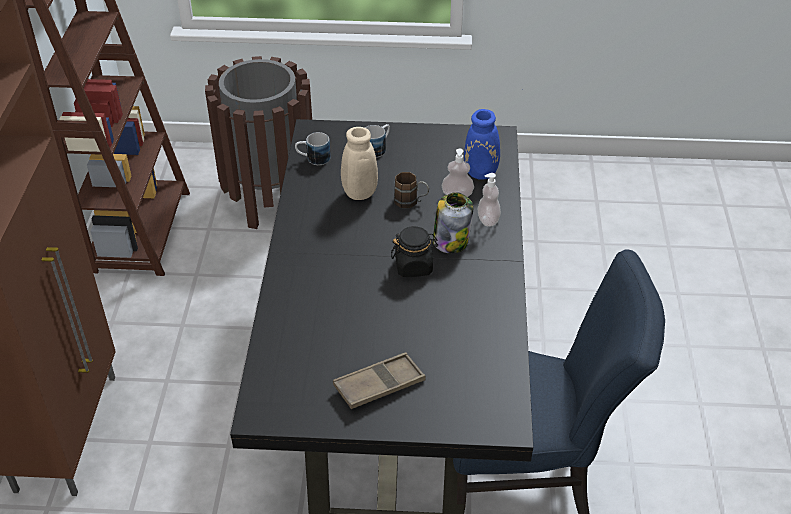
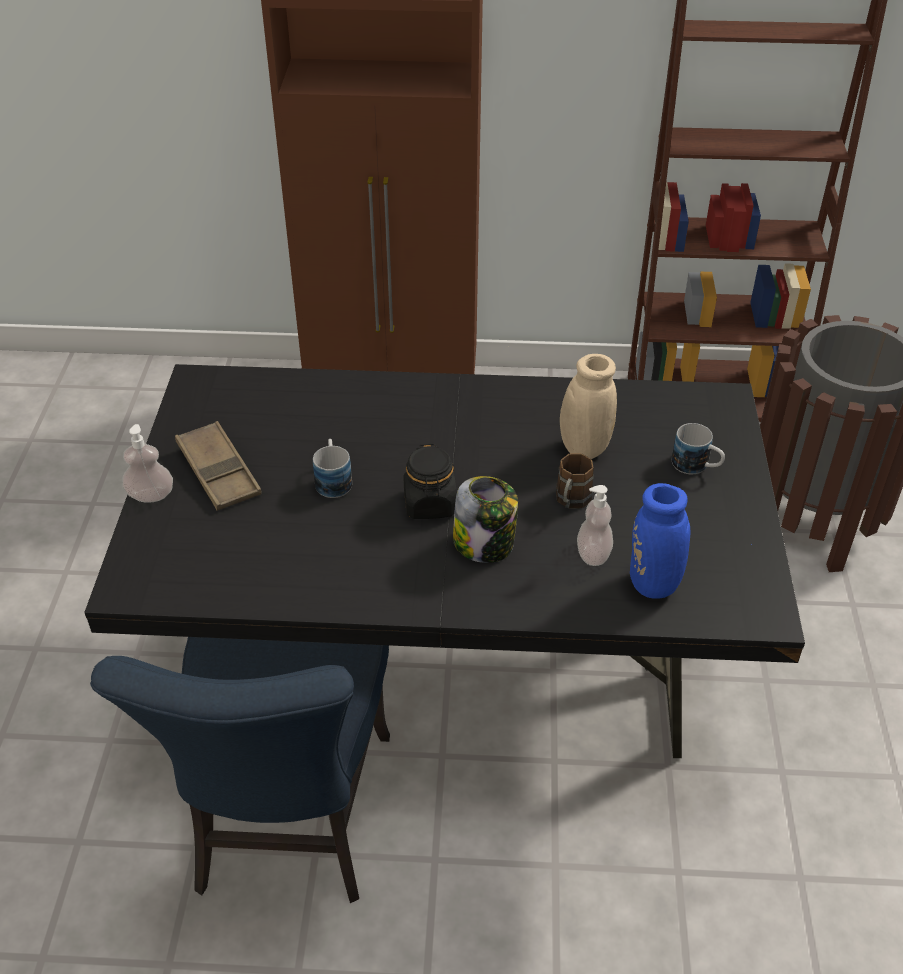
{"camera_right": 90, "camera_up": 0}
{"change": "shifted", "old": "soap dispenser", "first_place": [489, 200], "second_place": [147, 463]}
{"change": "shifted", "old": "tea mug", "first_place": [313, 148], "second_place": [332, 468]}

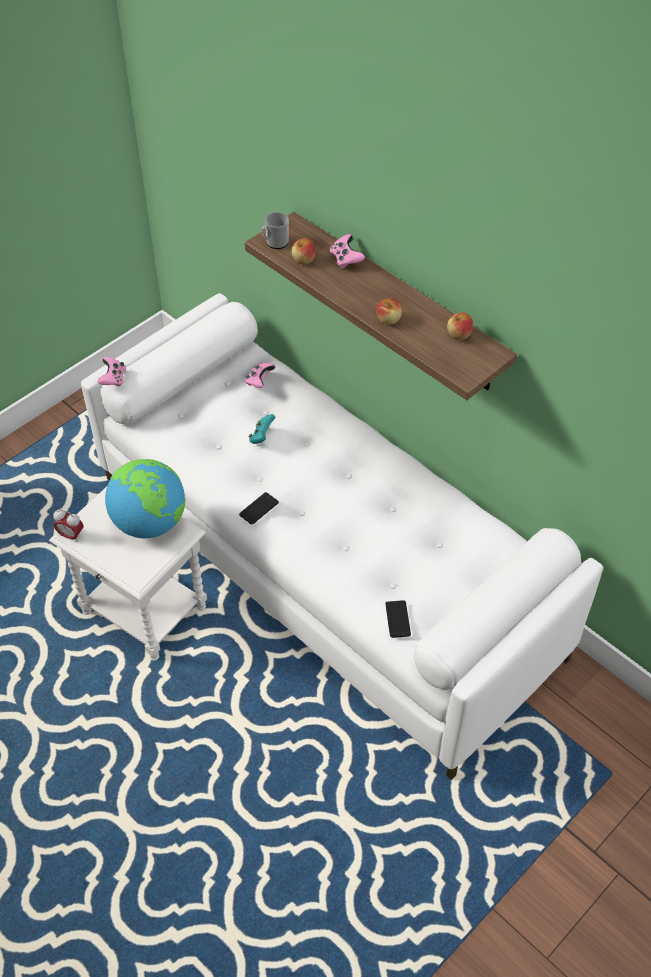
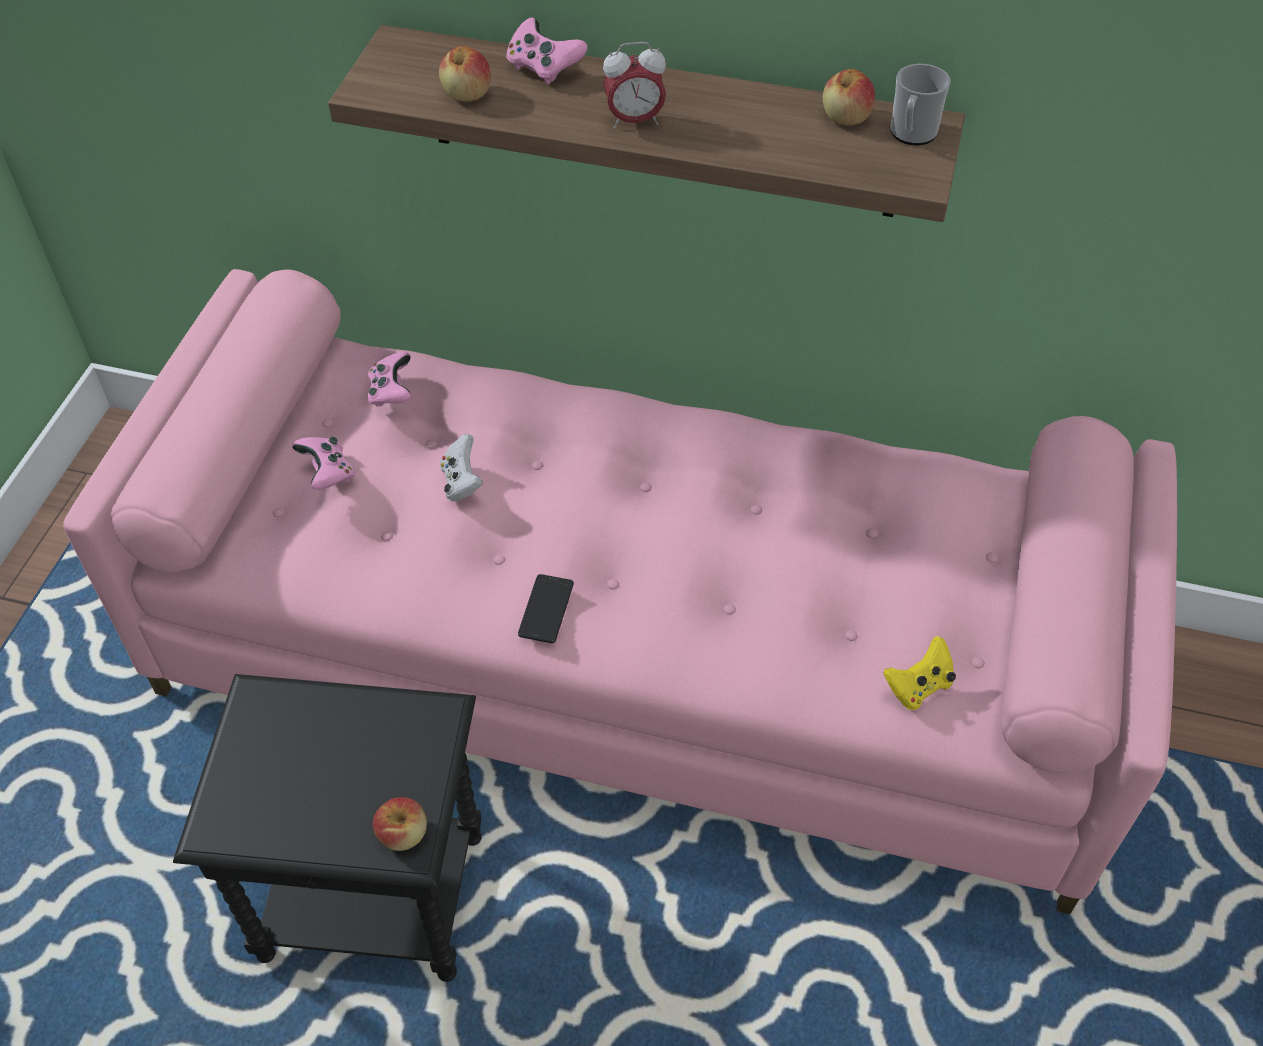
{"camera_right": -30, "camera_up": 0}
{"change": "repainted", "old": "white-coloured couch", "new": "pinkish couch", "first_place": [342, 536], "second_place": [620, 591]}
{"change": "repainted", "old": "white-coloured side table", "new": "blackish side table", "first_place": [128, 574], "second_place": [327, 828]}
{"change": "shifted", "old": "pinkish joypad", "first_place": [111, 371], "second_place": [323, 463]}
{"change": "shifted", "old": "whole apple", "first_place": [389, 311], "second_place": [400, 824]}
{"change": "repainted", "old": "turquoise joypad", "new": "white-coloured joypad", "first_place": [262, 429], "second_place": [461, 467]}
{"change": "shifted", "old": "bedside clock", "first_place": [68, 525], "second_place": [634, 85]}
{"change": "swapped", "old": "telephone", "new": "yellow joypad", "first_place": [398, 619], "second_place": [919, 673]}
{"change": "shifted", "old": "tea mug", "first_place": [275, 230], "second_place": [920, 104]}
{"change": "gone", "old": "world globe", "first_place": [145, 498]}

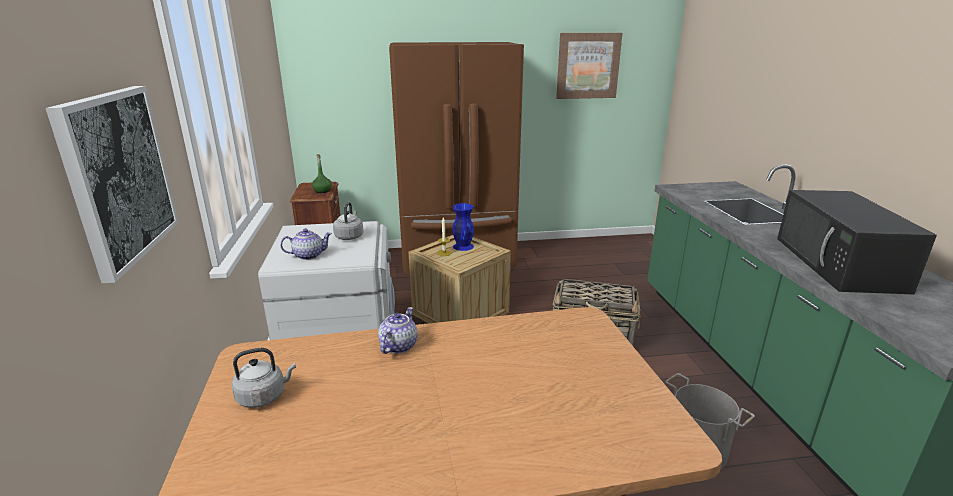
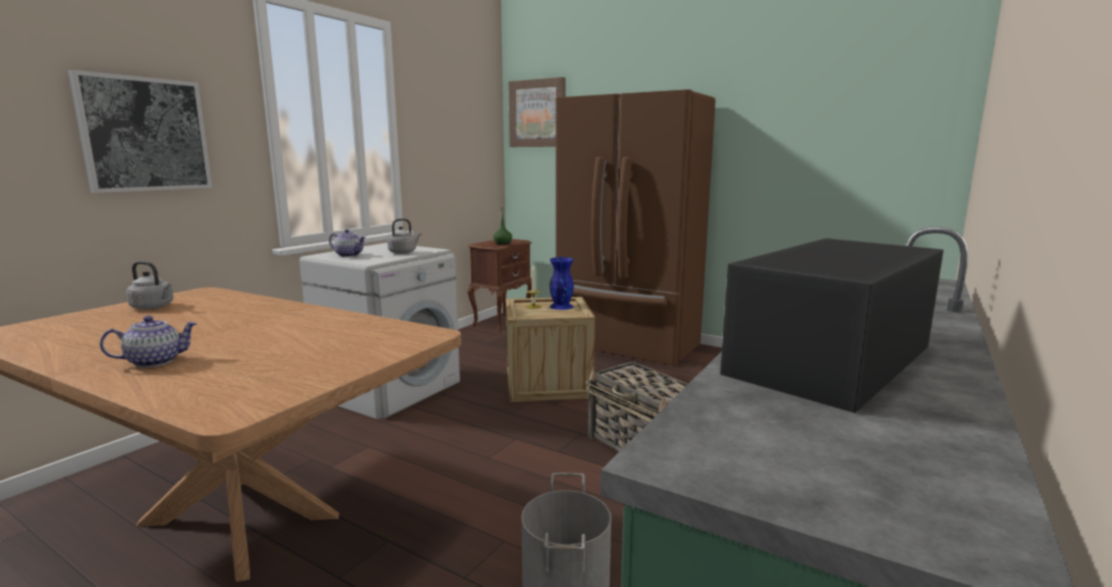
{"camera_right": 40, "camera_up": -10}
{"change": "shifted", "old": "pot for tea", "first_place": [398, 330], "second_place": [148, 342]}
{"change": "shifted", "old": "wall art", "first_place": [589, 66], "second_place": [537, 112]}

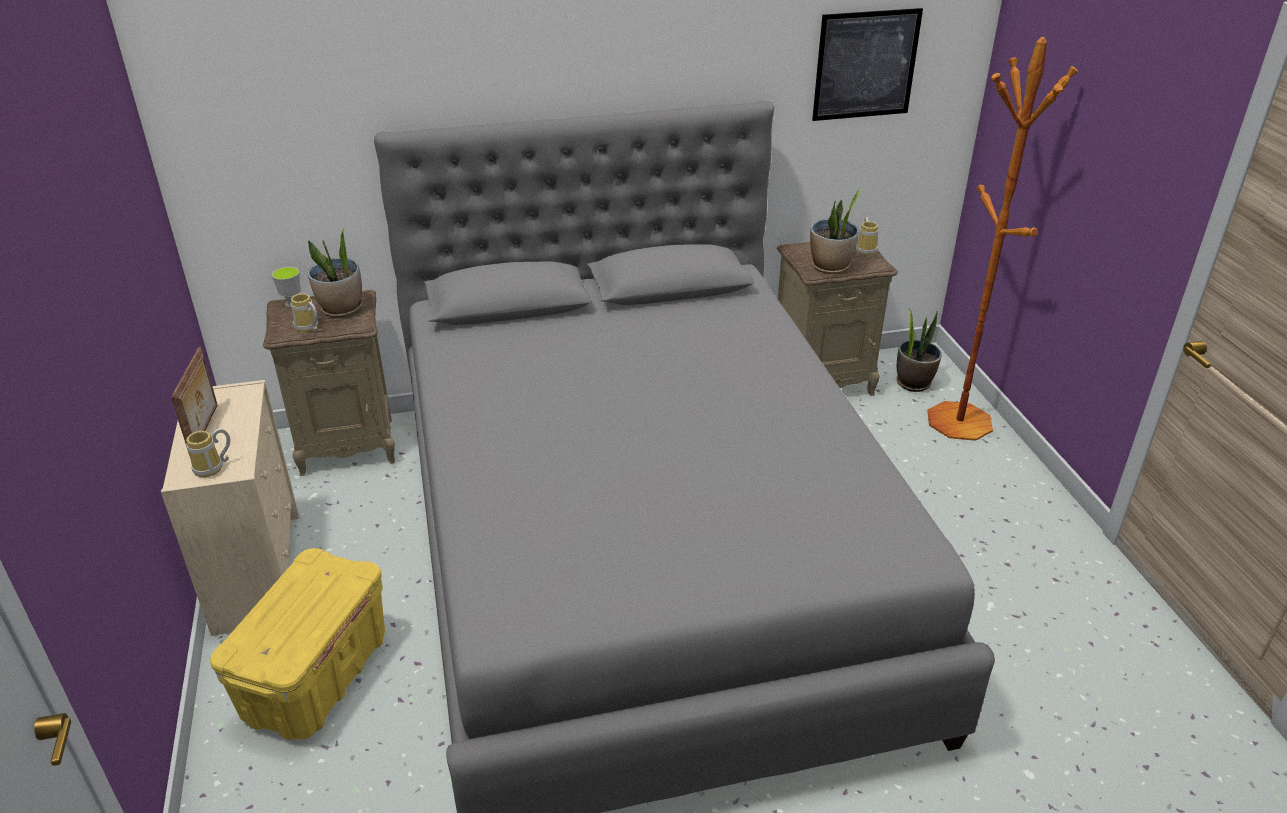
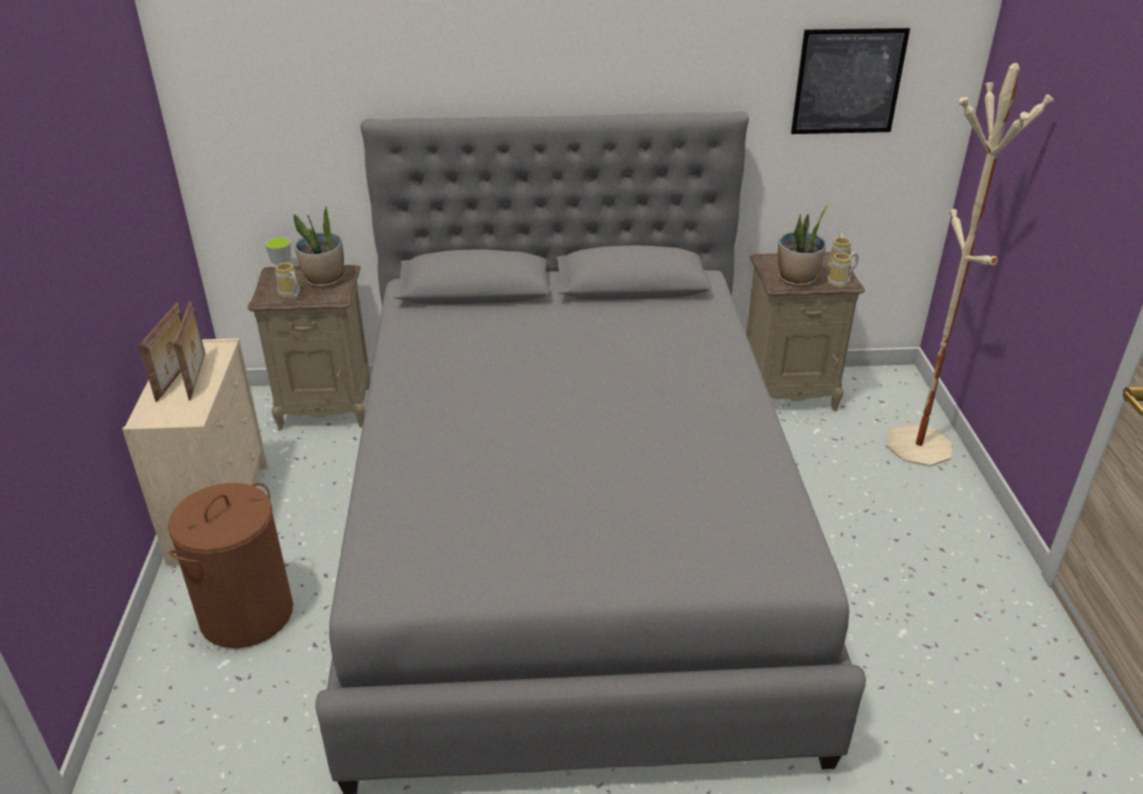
{"camera_right": 10, "camera_up": 0}
{"change": "swapped", "old": "yellow storage container", "new": "brown hamper", "first_place": [297, 644], "second_place": [230, 565]}
{"change": "new", "new": "picture frame", "second_place": [189, 350]}
{"change": "shifted", "old": "tea mug", "first_place": [208, 452], "second_place": [843, 270]}
{"change": "repainted", "old": "orange-coloured garment stand", "new": "beige-coloured garment stand", "first_place": [1003, 239], "second_place": [970, 265]}
{"change": "gone", "old": "houseplant", "first_place": [919, 350]}

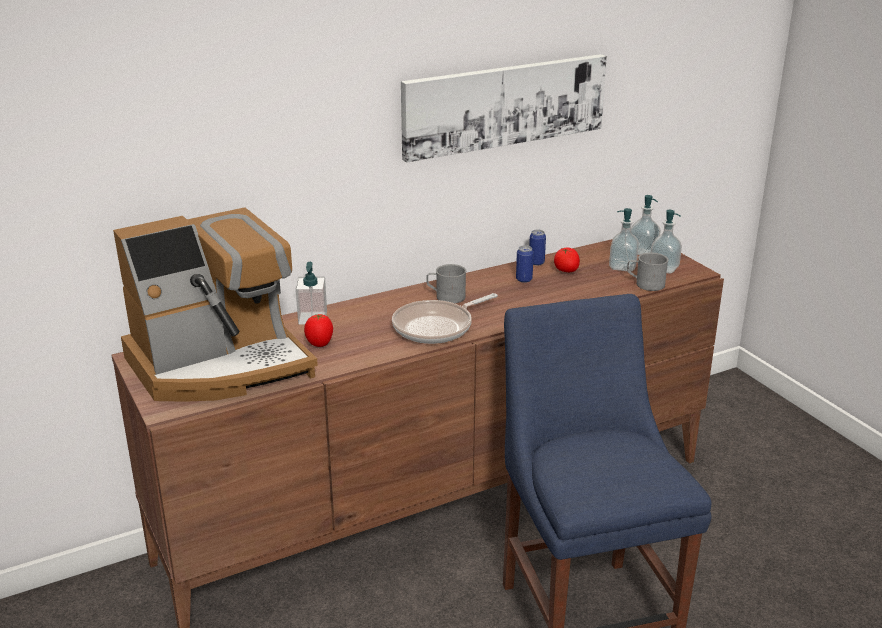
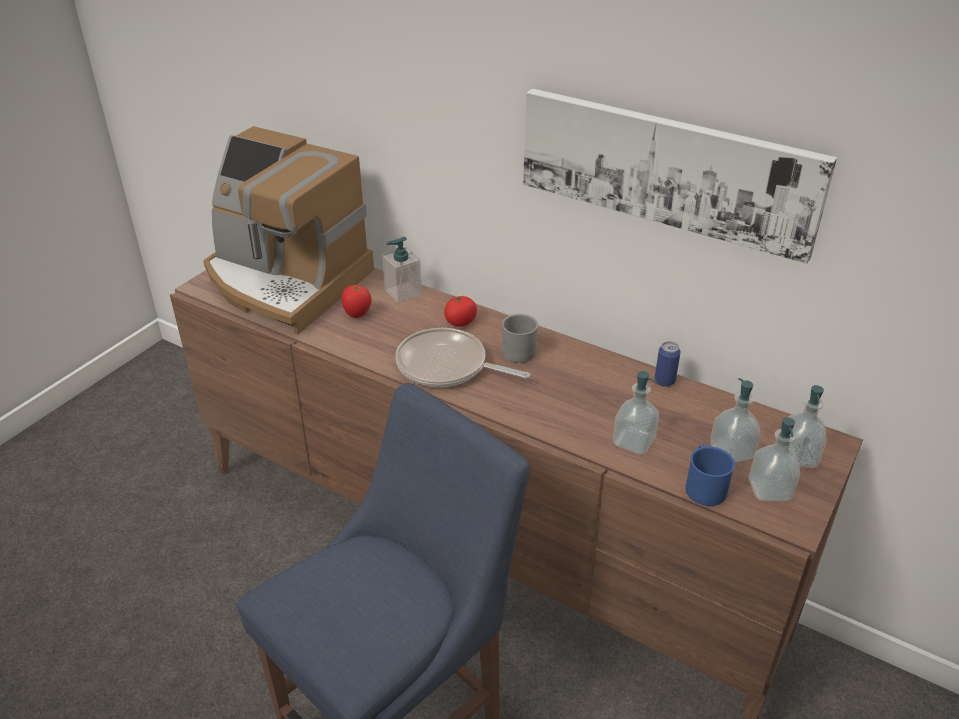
{"camera_right": 60, "camera_up": 10}
{"change": "shifted", "old": "whole tomato", "first_place": [567, 260], "second_place": [460, 311]}
{"change": "new", "new": "soap dispenser", "second_place": [636, 413]}
{"change": "repainted", "old": "gray tea mug", "new": "blue-coloured tea mug", "first_place": [648, 271], "second_place": [710, 475]}
{"change": "gone", "old": "can", "first_place": [525, 264]}

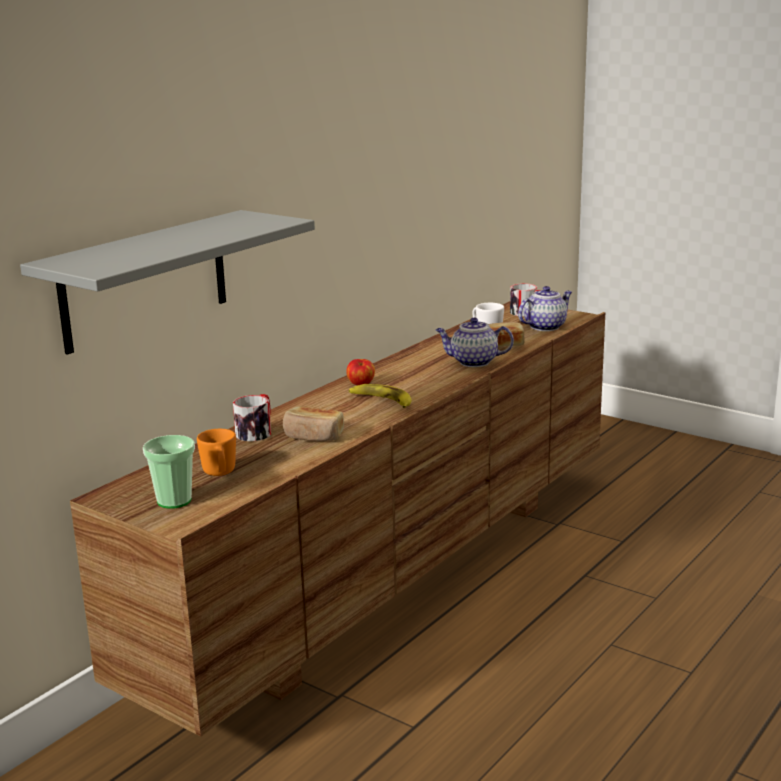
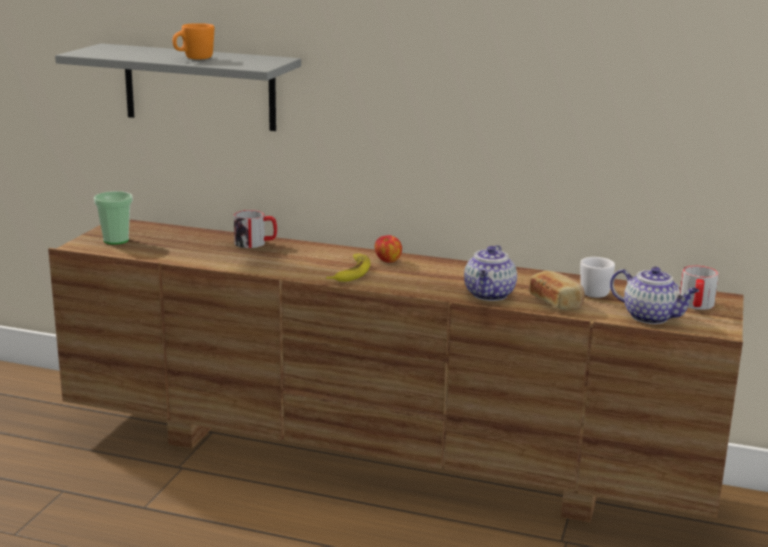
{"camera_right": 70, "camera_up": 0}
{"change": "shifted", "old": "orange-coloured tea mug", "first_place": [216, 452], "second_place": [193, 41]}
{"change": "rotated", "old": "pot for tea", "first_place": [475, 342], "second_place": [490, 273], "degrees": -150}
{"change": "gone", "old": "bakery bread", "first_place": [313, 423]}

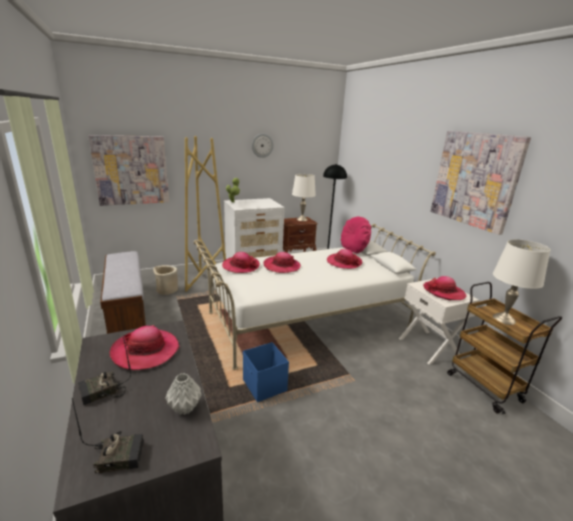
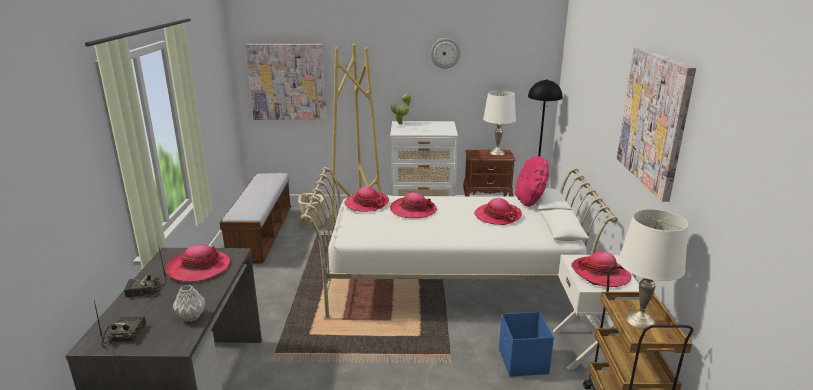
{"camera_right": 25, "camera_up": 0}
{"change": "rotated", "old": "radio", "first_place": [108, 436], "second_place": [120, 324], "degrees": -105}
{"change": "shifted", "old": "blue-coloured storage container", "first_place": [266, 372], "second_place": [526, 344]}

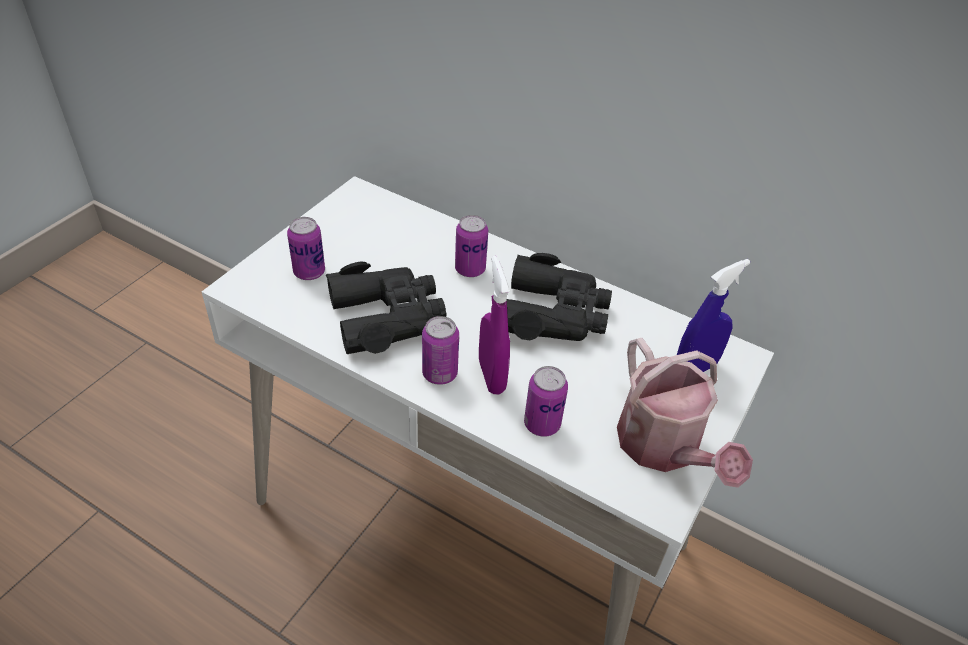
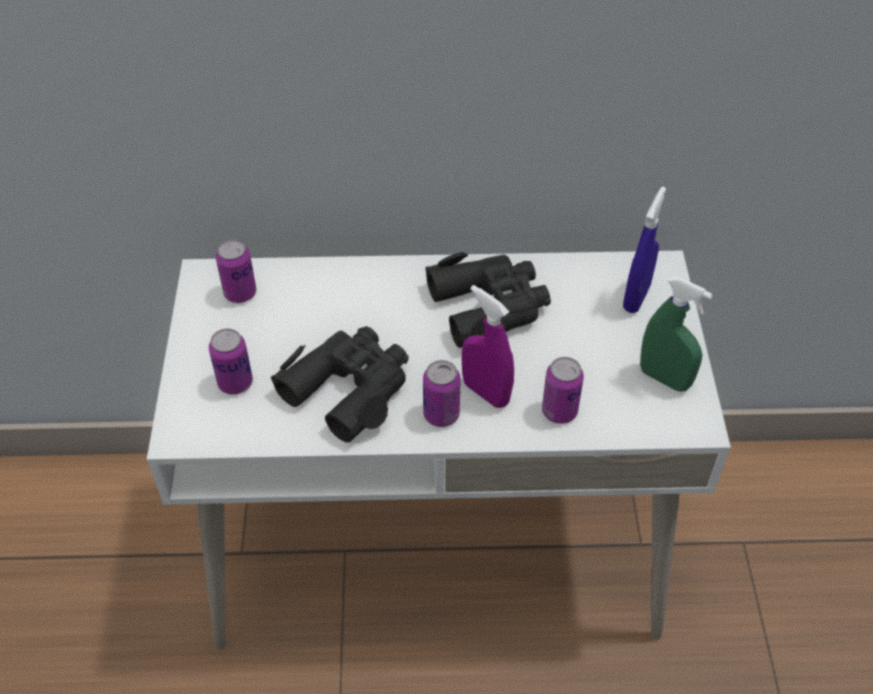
{"camera_right": -30, "camera_up": 5}
{"change": "shifted", "old": "can", "first_place": [471, 246], "second_place": [236, 271]}
{"change": "swapped", "old": "watering can", "new": "green hand sprayer", "first_place": [685, 413], "second_place": [676, 334]}

